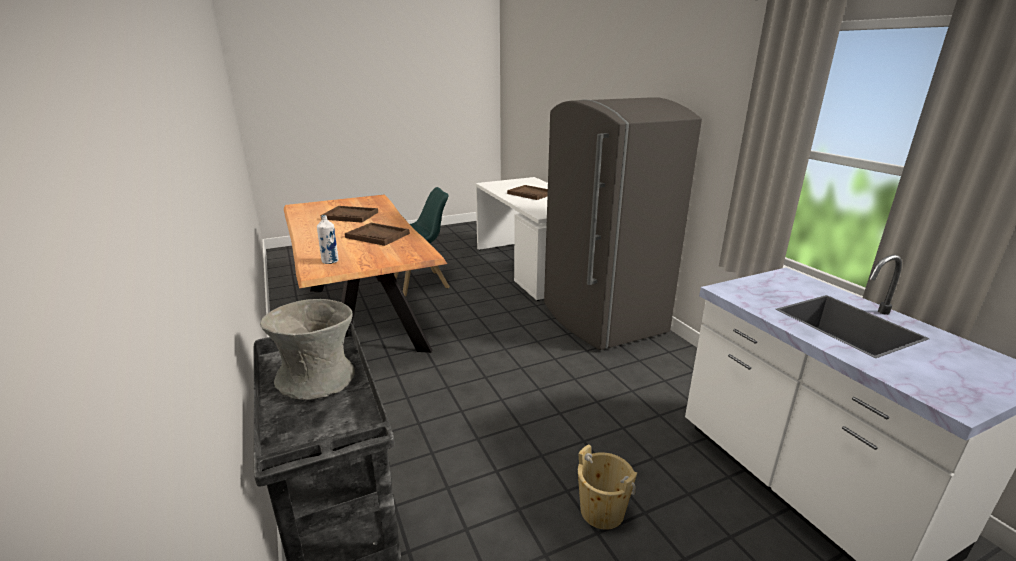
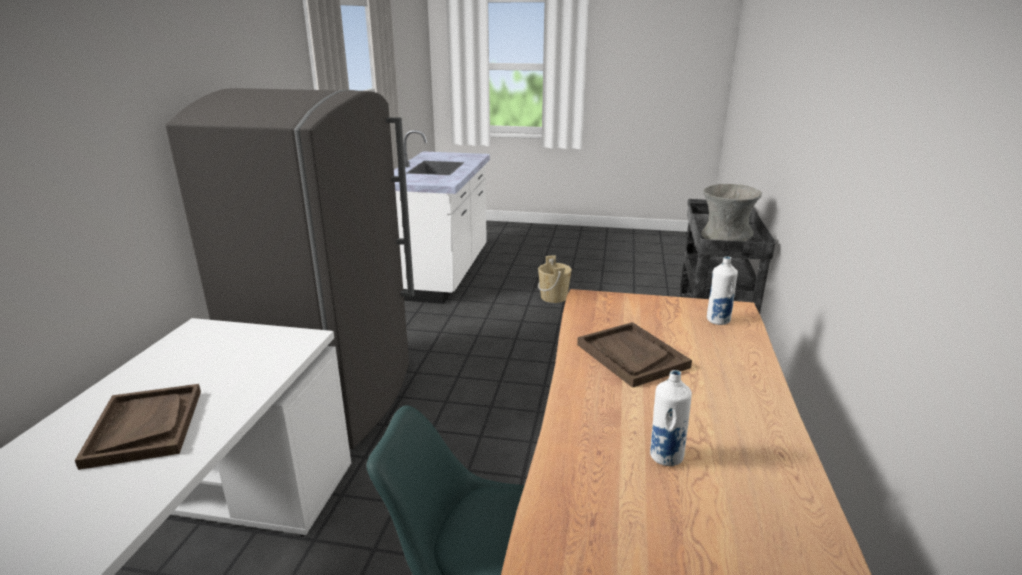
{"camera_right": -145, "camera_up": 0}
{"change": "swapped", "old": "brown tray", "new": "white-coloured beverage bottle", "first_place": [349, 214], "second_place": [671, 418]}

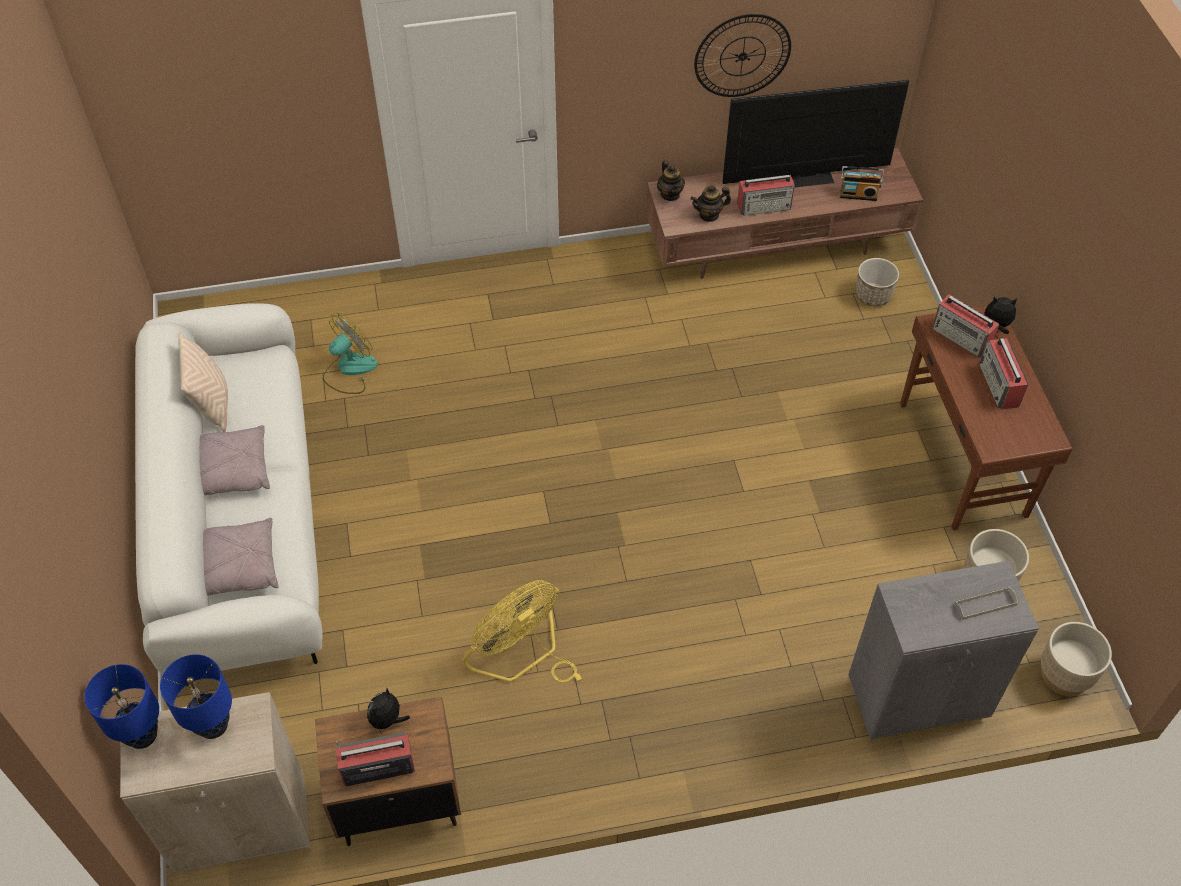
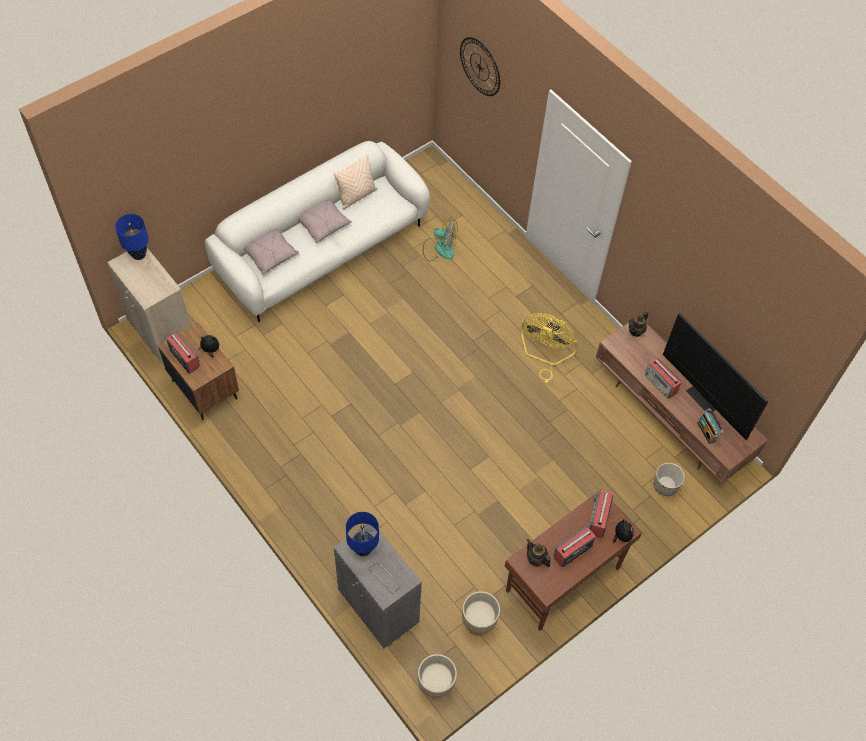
{"camera_right": 60, "camera_up": 5}
{"change": "shifted", "old": "blue-coloured lamp for a table", "first_place": [196, 696], "second_place": [362, 534]}
{"change": "shifted", "old": "wall clock", "first_place": [742, 55], "second_place": [480, 66]}
{"change": "shifted", "old": "yellow electric fan", "first_place": [522, 631], "second_place": [549, 348]}
{"change": "shifted", "old": "pot for tea", "first_place": [711, 203], "second_place": [539, 553]}

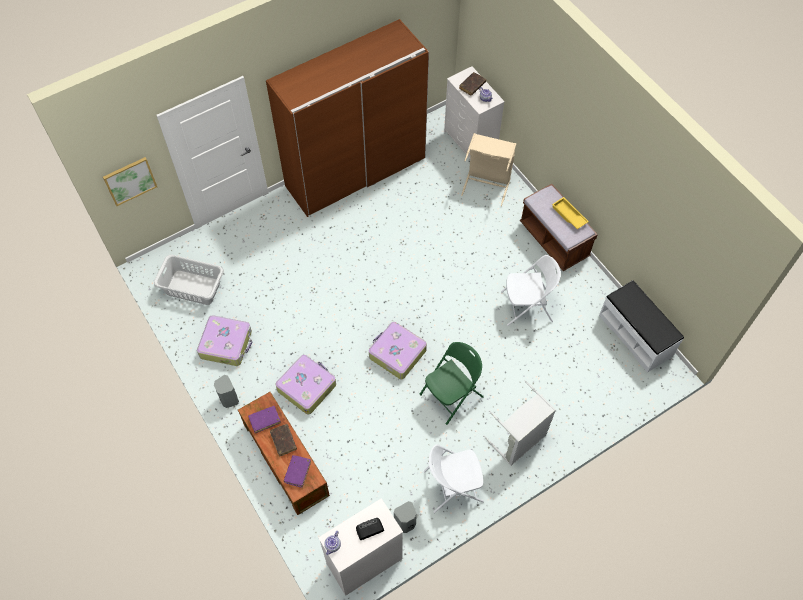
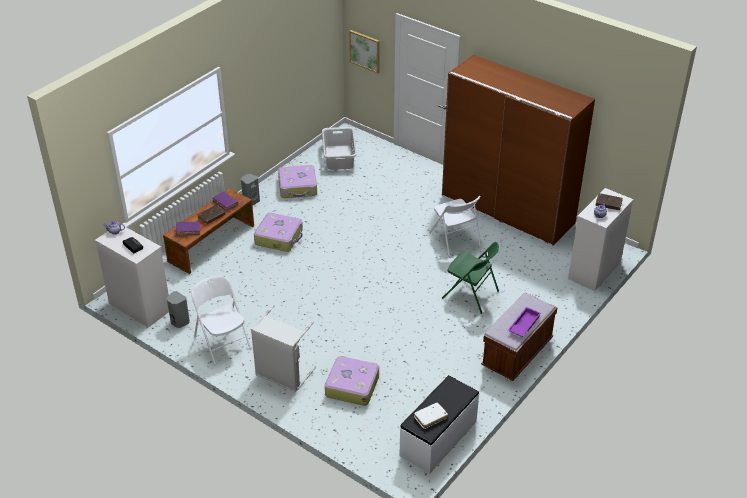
{"camera_right": 70, "camera_up": -20}
{"change": "shifted", "old": "piece of luggage", "first_place": [398, 350], "second_place": [352, 381]}
{"change": "new", "new": "white-coloured volume", "second_place": [431, 416]}
{"change": "shifted", "old": "white-coloured upright chair", "first_place": [531, 290], "second_place": [455, 226]}
{"change": "shifted", "old": "green upright chair", "first_place": [452, 383], "second_place": [470, 278]}
{"change": "repainted", "old": "yellow tray", "new": "purple-coloured tray", "first_place": [570, 213], "second_place": [524, 322]}
{"change": "gone", "old": "beige-coloured hamper", "first_place": [488, 169]}

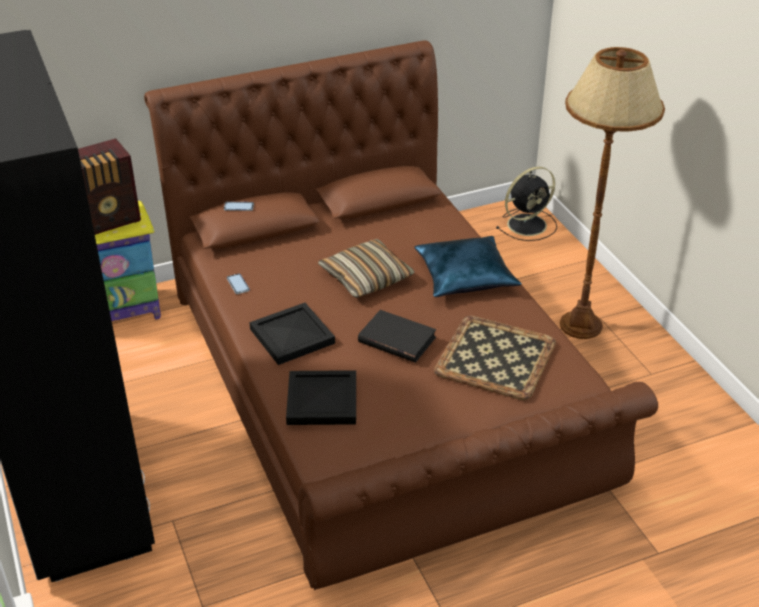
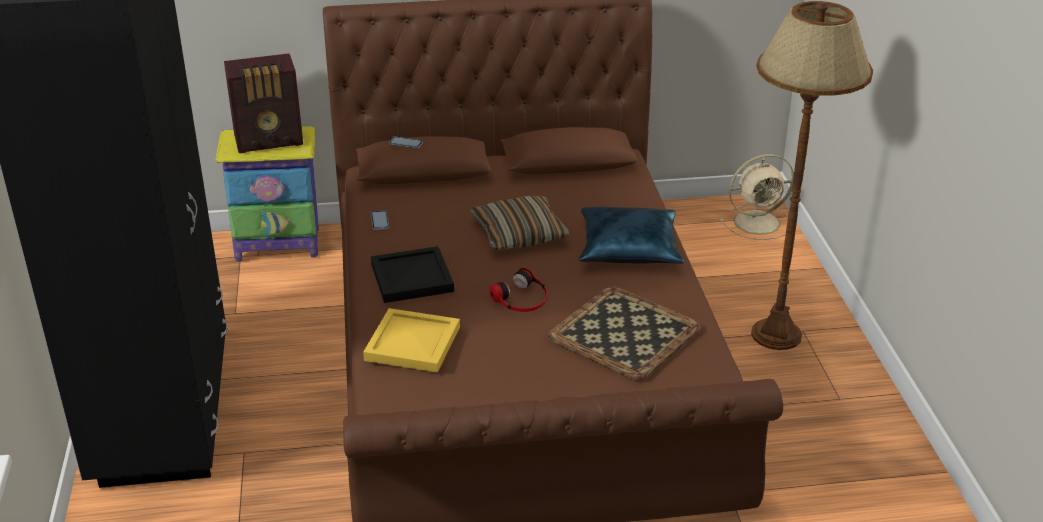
{"camera_right": 15, "camera_up": -5}
{"change": "repainted", "old": "blackish tray", "new": "yellow tray", "first_place": [321, 397], "second_place": [411, 340]}
{"change": "swapped", "old": "blackish volume", "new": "headphones", "first_place": [397, 336], "second_place": [518, 289]}
{"change": "repainted", "old": "blackish electric fan", "new": "beige-coloured electric fan", "first_place": [526, 204], "second_place": [756, 197]}

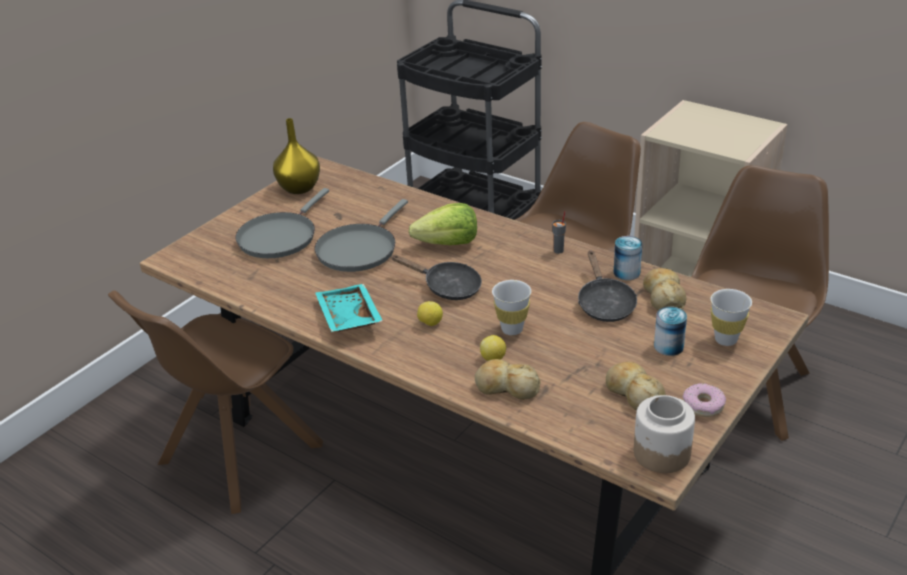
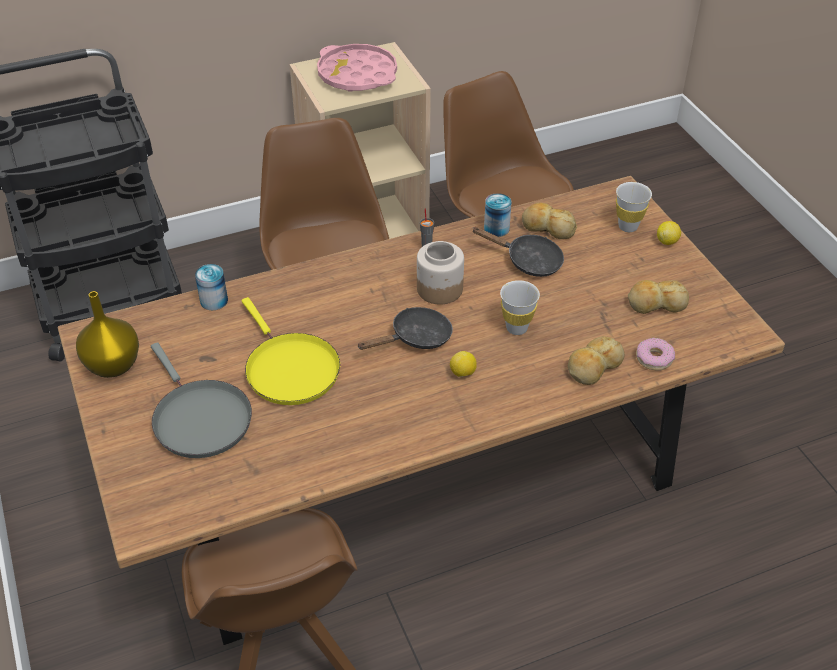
{"camera_right": -60, "camera_up": 10}
{"change": "shifted", "old": "can", "first_place": [670, 331], "second_place": [211, 287]}
{"change": "repainted", "old": "gray skillet", "new": "yellow skillet", "first_place": [361, 235], "second_place": [291, 351]}
{"change": "new", "new": "pinkish tray", "second_place": [357, 68]}
{"change": "shifted", "old": "preserve jar", "first_place": [664, 434], "second_place": [440, 272]}
{"change": "shifted", "old": "ring doughnut", "first_place": [704, 400], "second_place": [655, 354]}
{"change": "shifted", "old": "citrus fruit", "first_place": [493, 348], "second_place": [669, 233]}
{"change": "gone", "old": "turquoise tray", "first_place": [349, 308]}
{"change": "gone", "old": "lettuce", "first_place": [443, 224]}

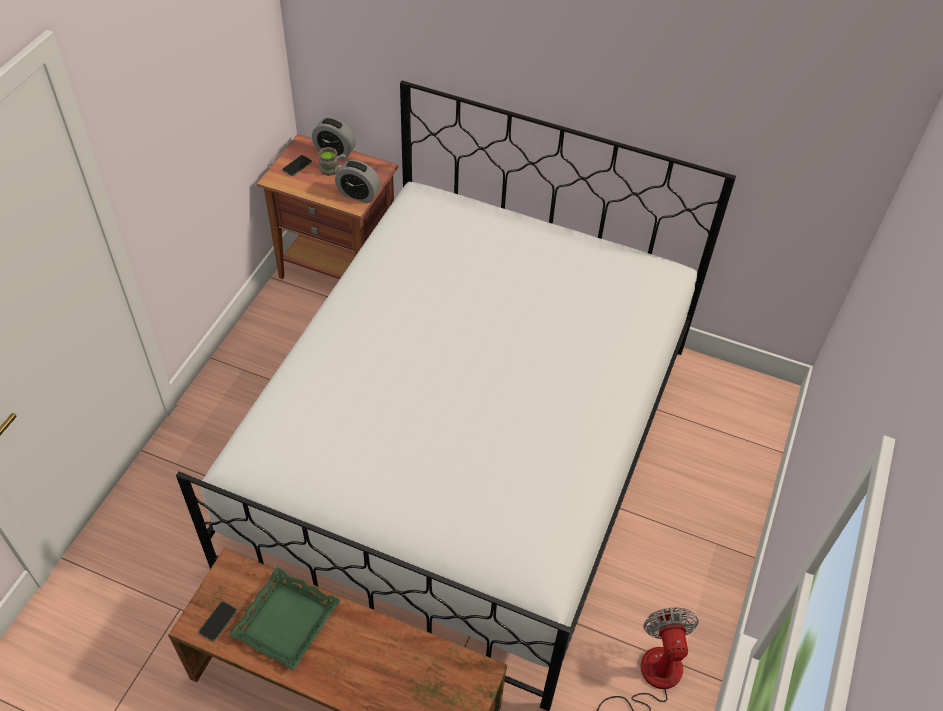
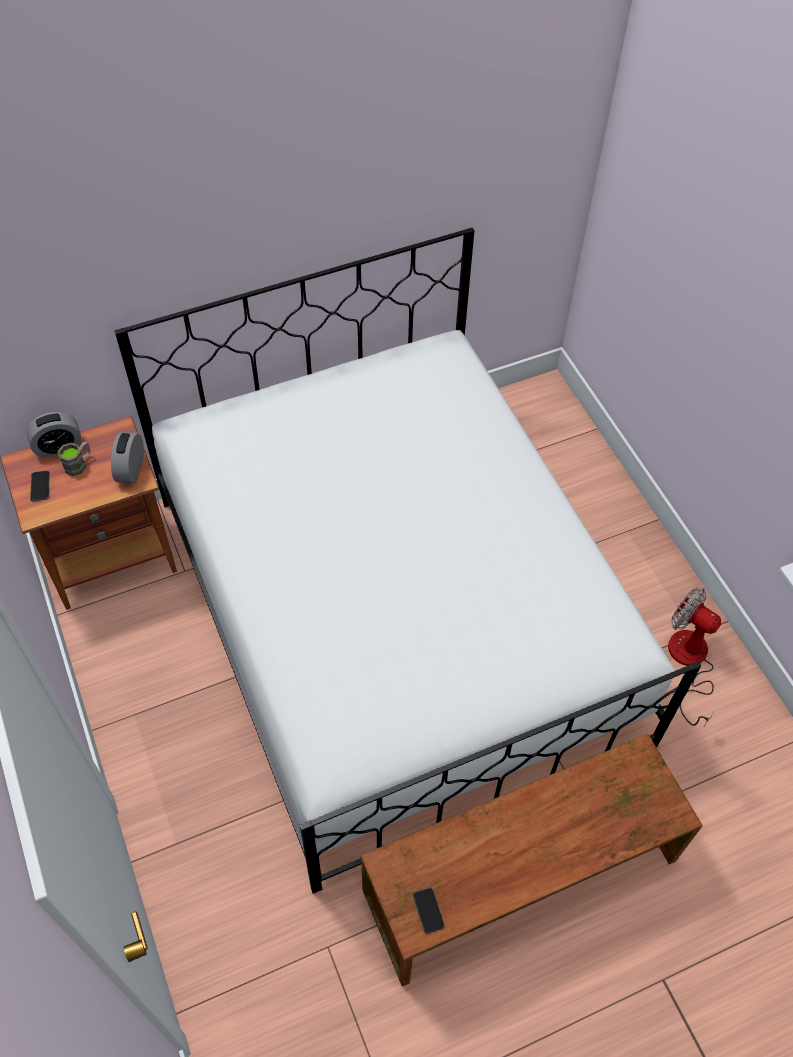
{"camera_right": -45, "camera_up": 5}
{"change": "rotated", "old": "bedside clock", "first_place": [358, 181], "second_place": [127, 458], "degrees": 120}
{"change": "gone", "old": "green tray", "first_place": [284, 619]}

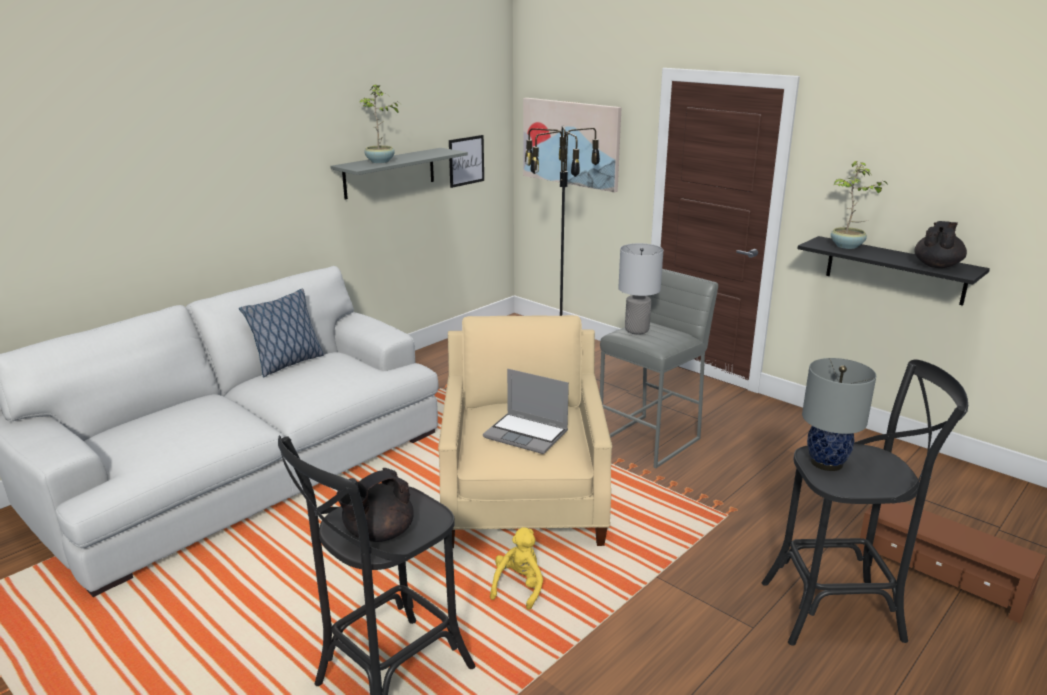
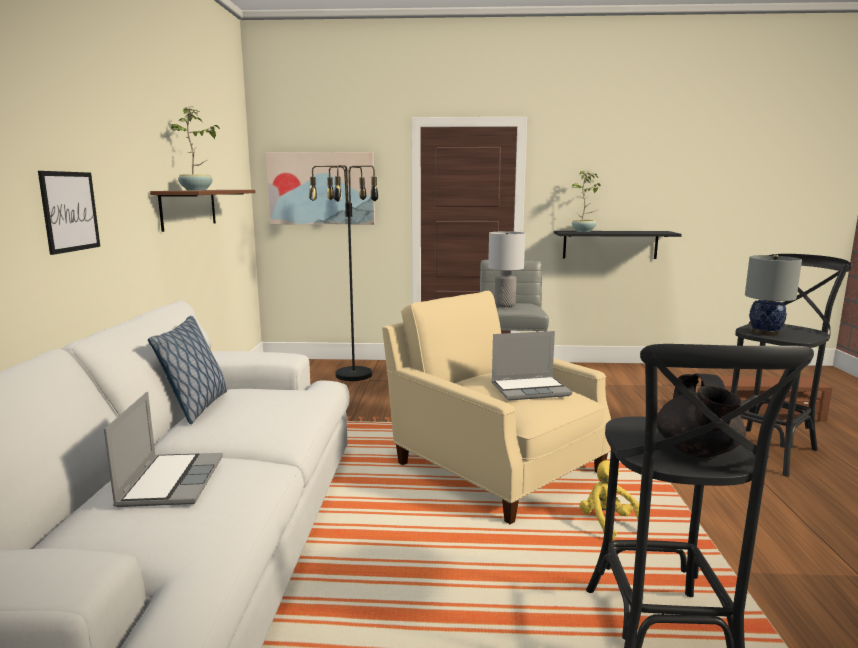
{"camera_right": -40, "camera_up": -10}
{"change": "shifted", "old": "wall art", "first_place": [466, 161], "second_place": [69, 213]}
{"change": "new", "new": "laptop", "second_place": [163, 449]}
{"change": "repainted", "old": "gray shelf", "new": "brown shelf", "first_place": [399, 173], "second_place": [202, 211]}
{"change": "gone", "old": "blackish pot for tea", "first_place": [940, 244]}

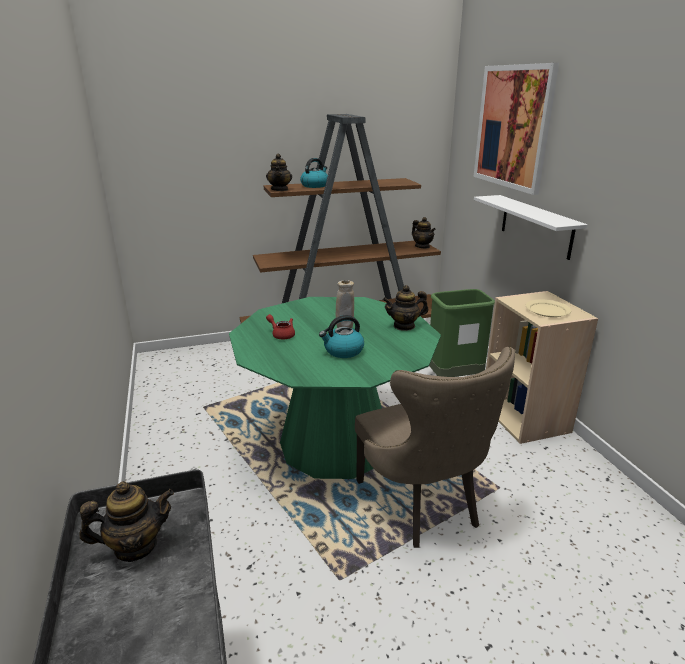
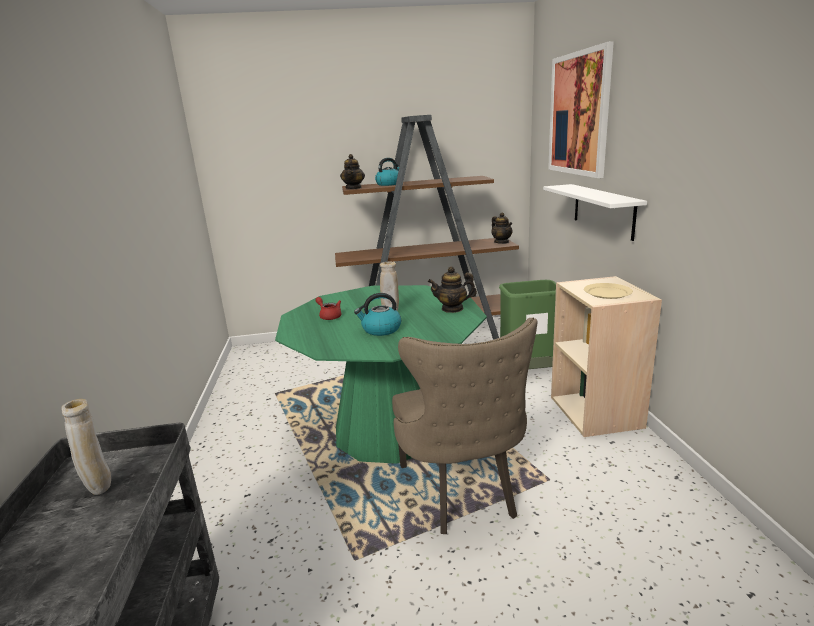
{"camera_right": 10, "camera_up": -5}
{"change": "swapped", "old": "pot for tea", "new": "beige-coloured decorative vase", "first_place": [127, 521], "second_place": [86, 447]}

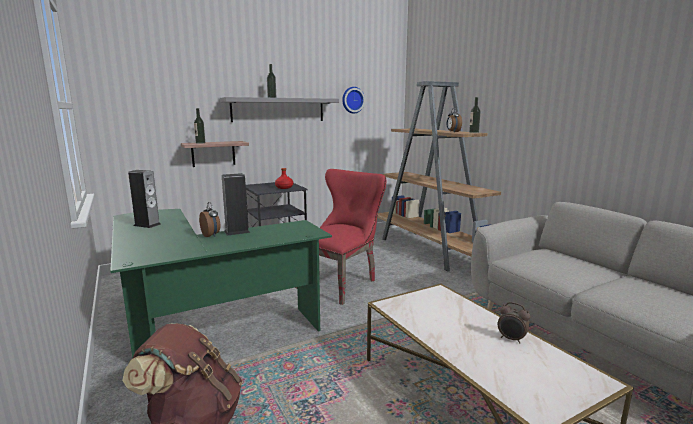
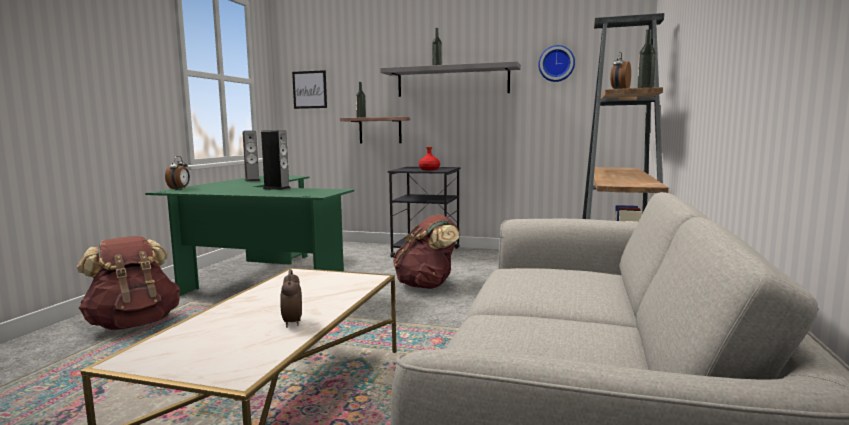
{"camera_right": 45, "camera_up": -5}
{"change": "shifted", "old": "bedside clock", "first_place": [210, 219], "second_place": [177, 173]}
{"change": "new", "new": "wall art", "second_place": [309, 89]}
{"change": "swapped", "old": "red upright chair", "new": "brown rucksack", "first_place": [340, 237], "second_place": [426, 252]}

